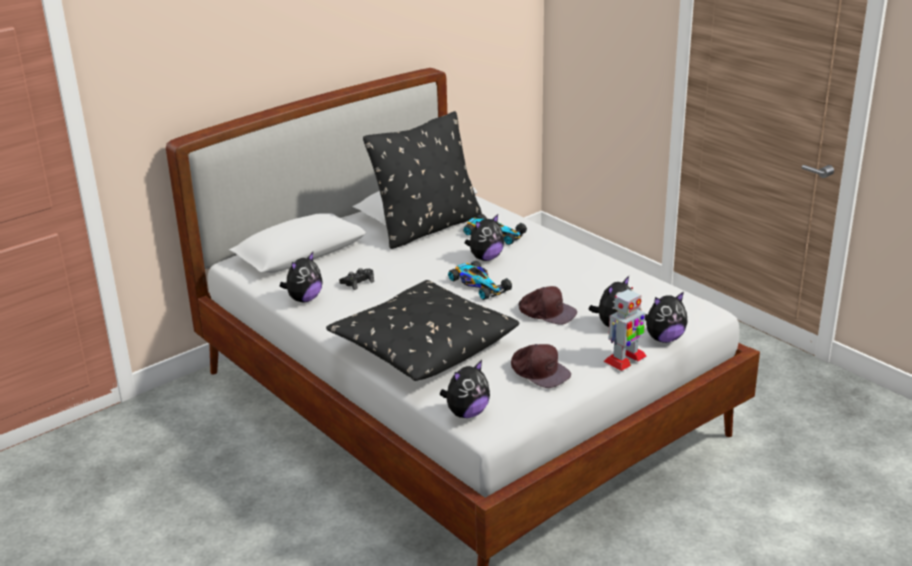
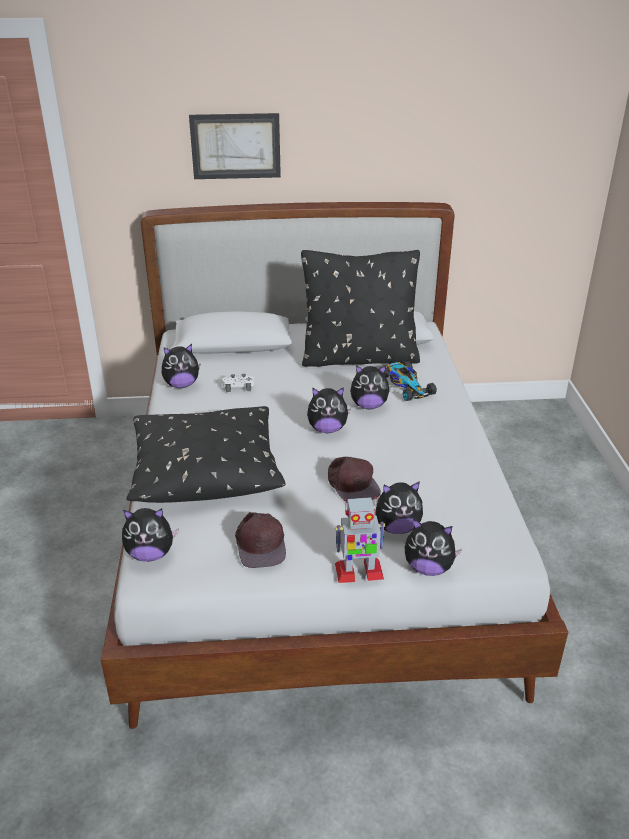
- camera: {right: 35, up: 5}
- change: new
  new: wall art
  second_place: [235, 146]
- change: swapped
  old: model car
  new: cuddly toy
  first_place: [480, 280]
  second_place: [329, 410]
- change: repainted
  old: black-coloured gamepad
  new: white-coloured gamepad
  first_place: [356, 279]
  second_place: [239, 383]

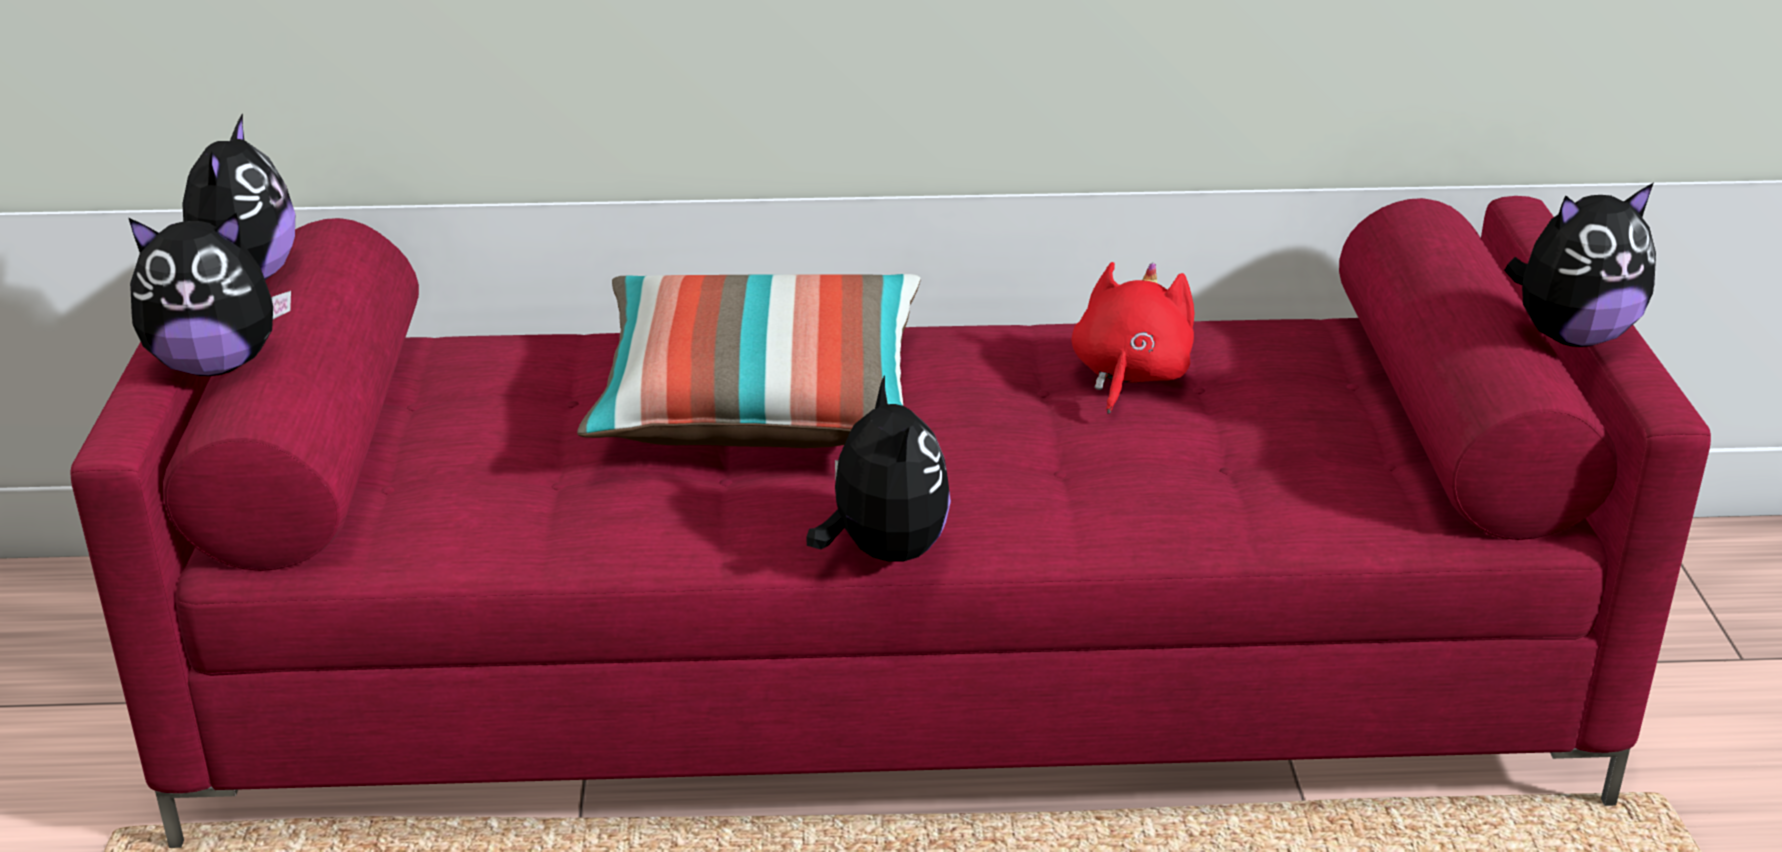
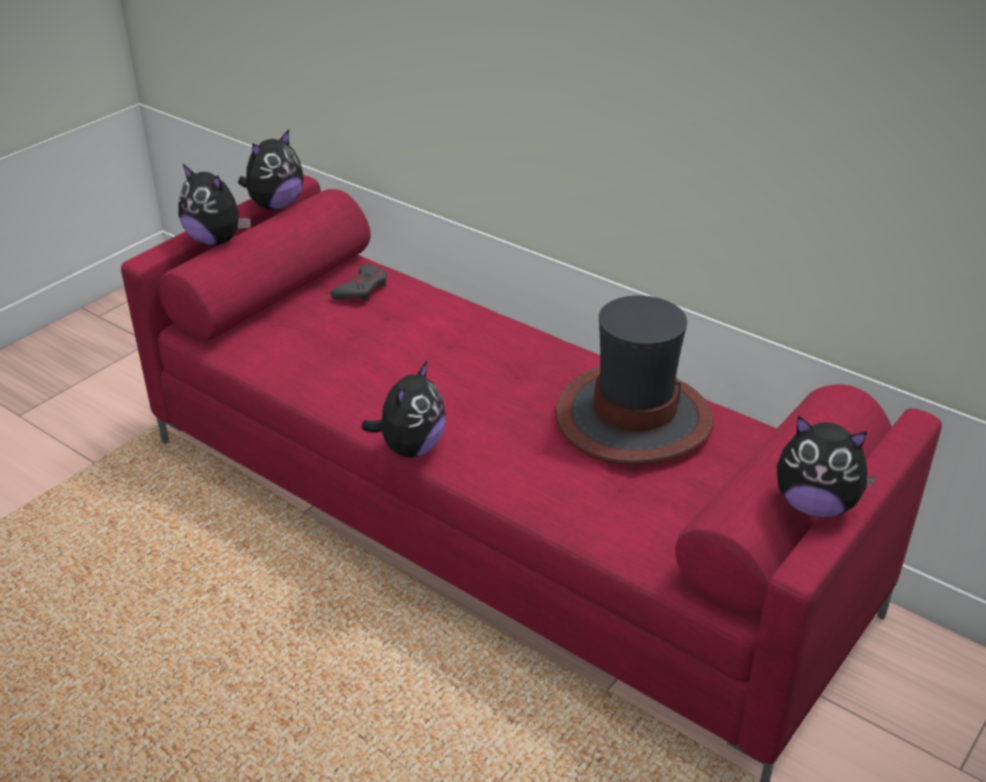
- camera: {right: 40, up: 5}
- change: gone
  old: throw pillow
  first_place: [749, 361]
- change: new
  new: greyish gamepad
  second_place: [358, 283]
- change: swapped
  old: red-coloured cuddly toy
  new: hat
  first_place: [1133, 338]
  second_place: [635, 380]

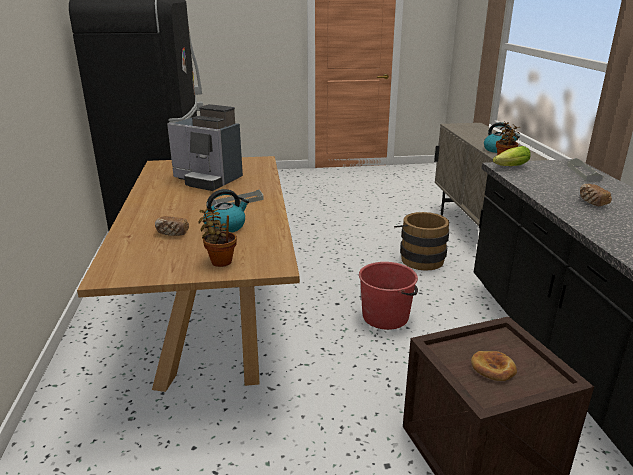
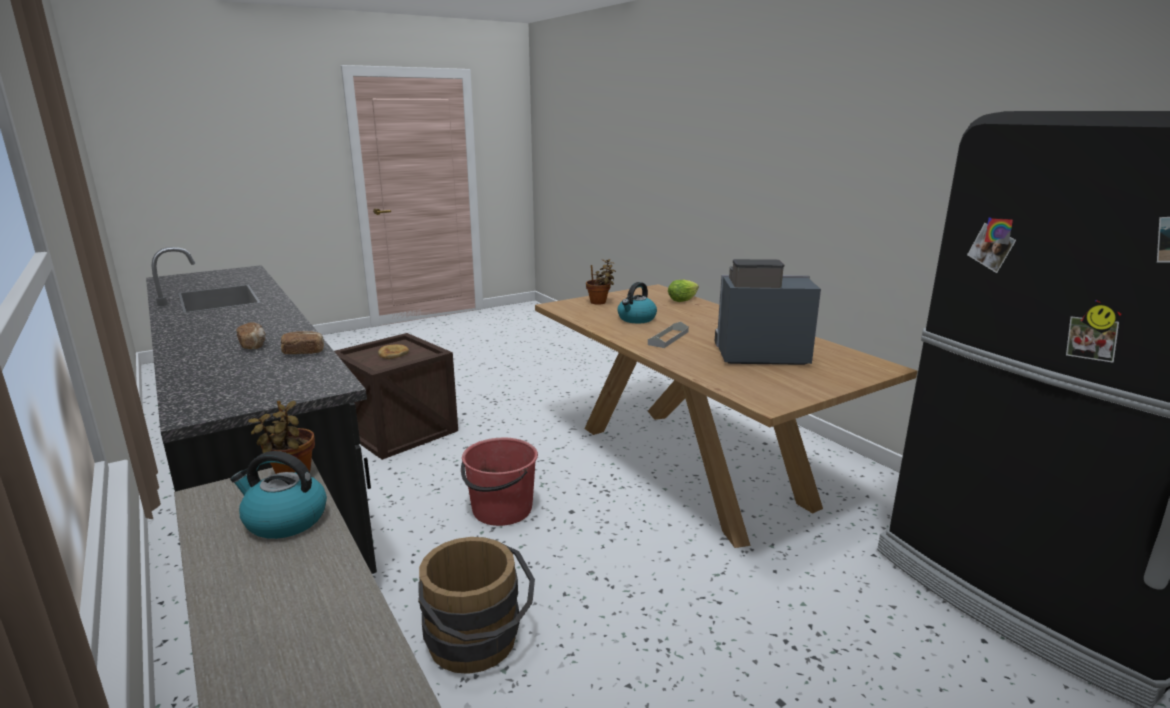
- camera: {right: 155, up: -5}
- change: gone
  old: greyish tray
  first_place: [585, 169]
- change: shifted
  old: baked bread
  first_place: [172, 226]
  second_place: [302, 342]
- change: shifted
  old: lettuce
  first_place: [512, 156]
  second_place: [683, 290]

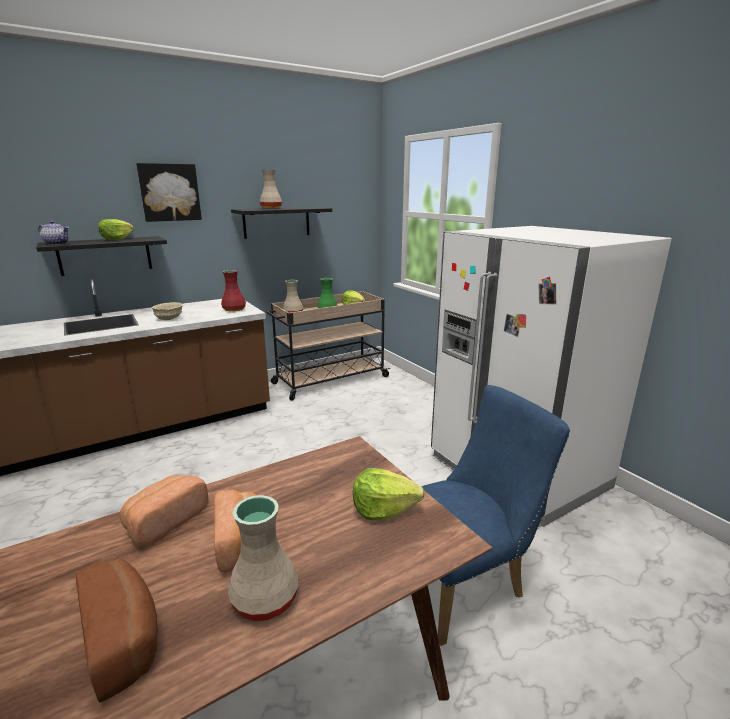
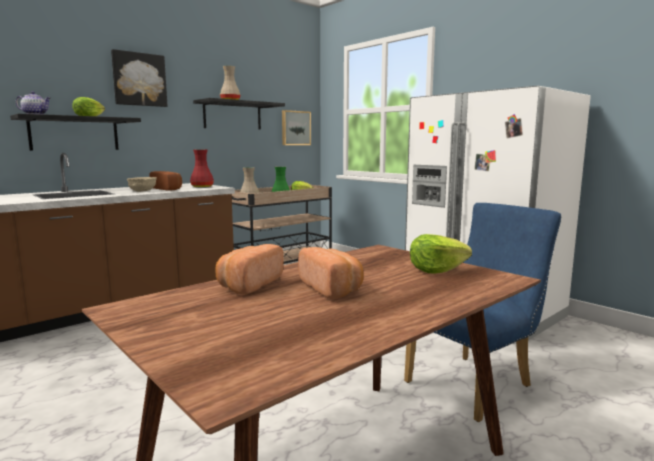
- camera: {right: -10, up: -10}
- change: gone
  old: beige-coloured decorative vase
  first_place: [263, 558]
- change: new
  new: wall art
  second_place: [296, 127]
- change: shifted
  old: baked bread
  first_place: [117, 631]
  second_place: [166, 181]

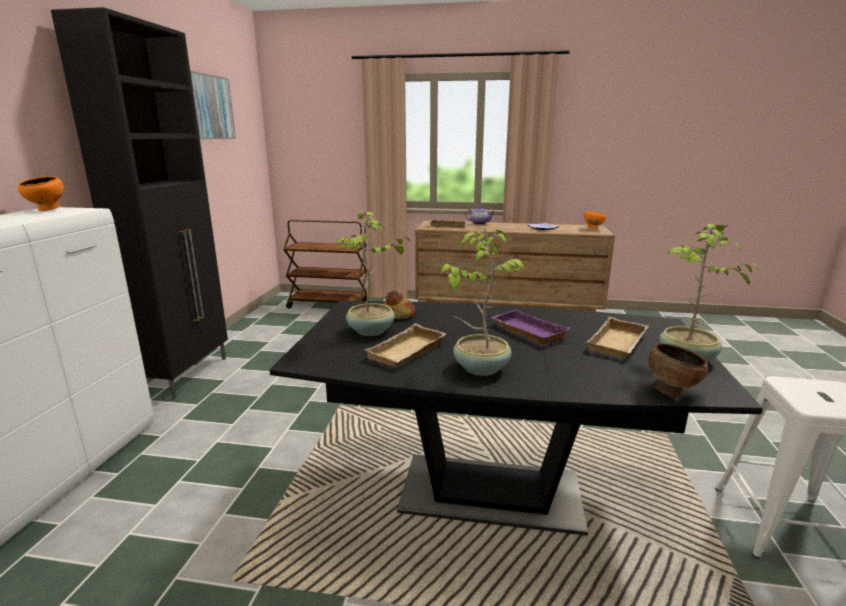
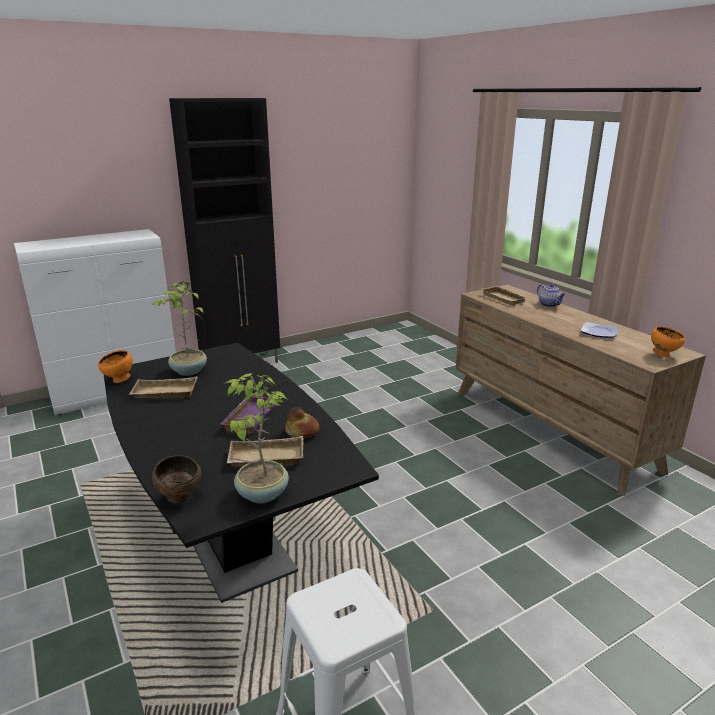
- camera: {right: 50, up: 5}
- change: gone
  old: wall art
  first_place: [213, 105]
- change: gone
  old: brown trolley
  first_place: [325, 264]
- change: gone
  old: plant in a pot
  first_place: [483, 301]
- change: shifted
  old: orange-coloured deep dish
  first_place: [41, 193]
  second_place: [115, 366]
- change: shifted
  old: baked bread
  first_place: [399, 305]
  second_place: [302, 423]

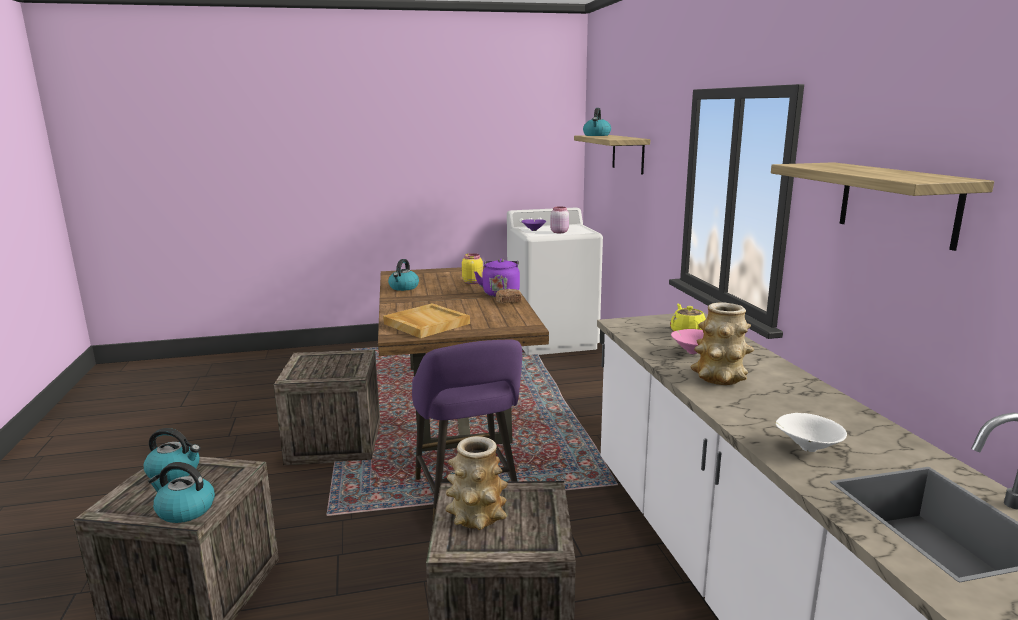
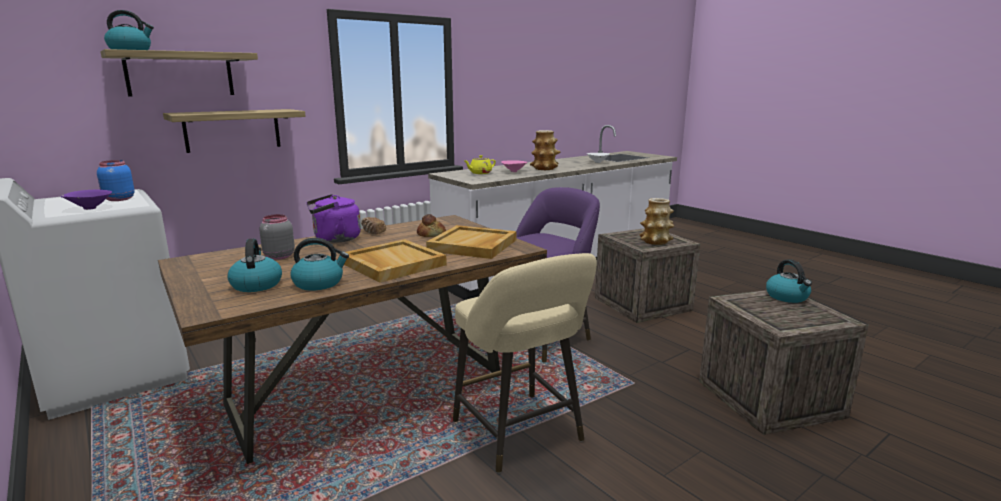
- camera: {right: -115, up: 0}
- change: new
  new: beige-coloured tray
  second_place: [395, 261]
- change: new
  new: baked bread
  second_place: [431, 225]
- change: shifted
  old: kettle
  first_place: [172, 455]
  second_place: [254, 265]
- change: shifted
  old: wall shelf
  first_place: [882, 206]
  second_place: [234, 131]
- change: swapped
  old: shipping crate
  new: beige-coloured sitting stool
  first_place: [327, 407]
  second_place: [525, 363]
- change: repainted
  old: yellow-coloured jar
  new: greyish jar
  first_place: [472, 268]
  second_place: [277, 237]
- change: repainted
  old: pink jar
  new: blue-coloured jar
  first_place: [559, 220]
  second_place: [116, 180]

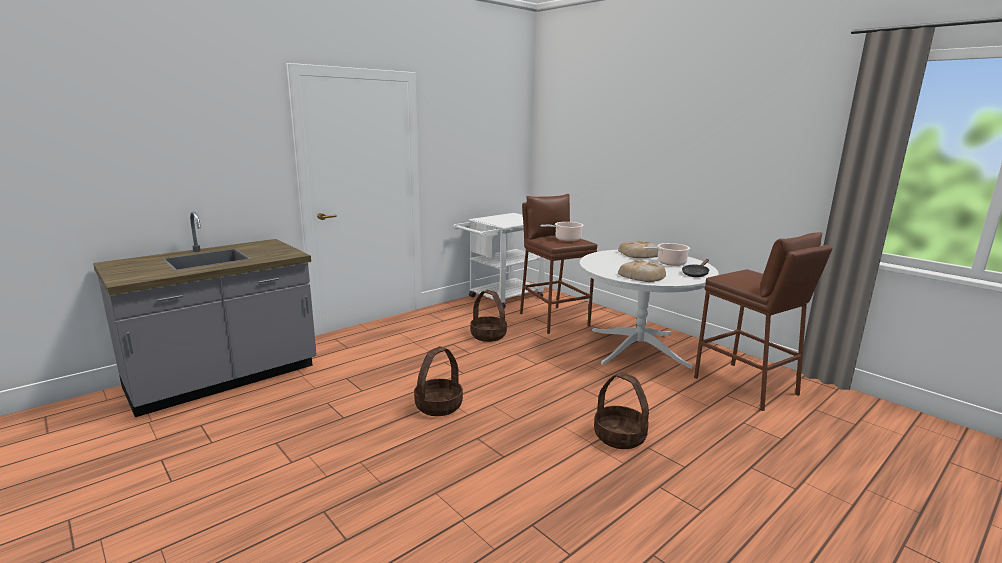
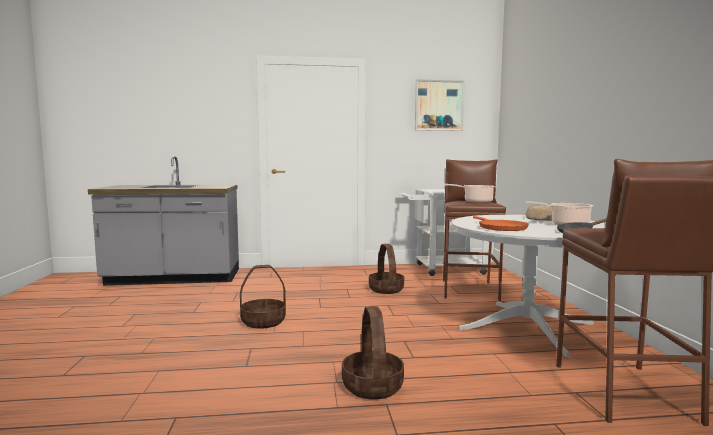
- camera: {right: 35, up: -10}
- change: new
  new: wall art
  second_place: [440, 105]
- change: swapped
  old: baked bread
  new: orange-coloured frying pan
  first_place: [642, 271]
  second_place: [501, 223]

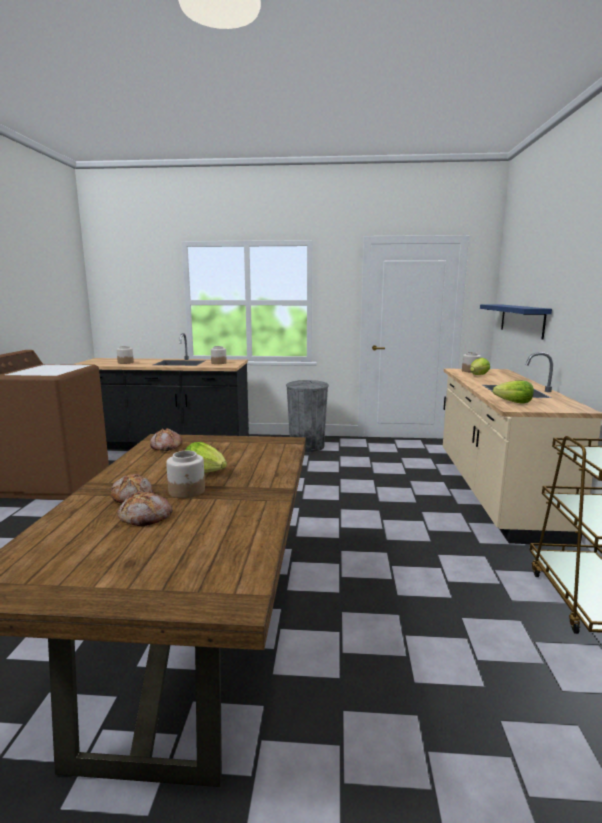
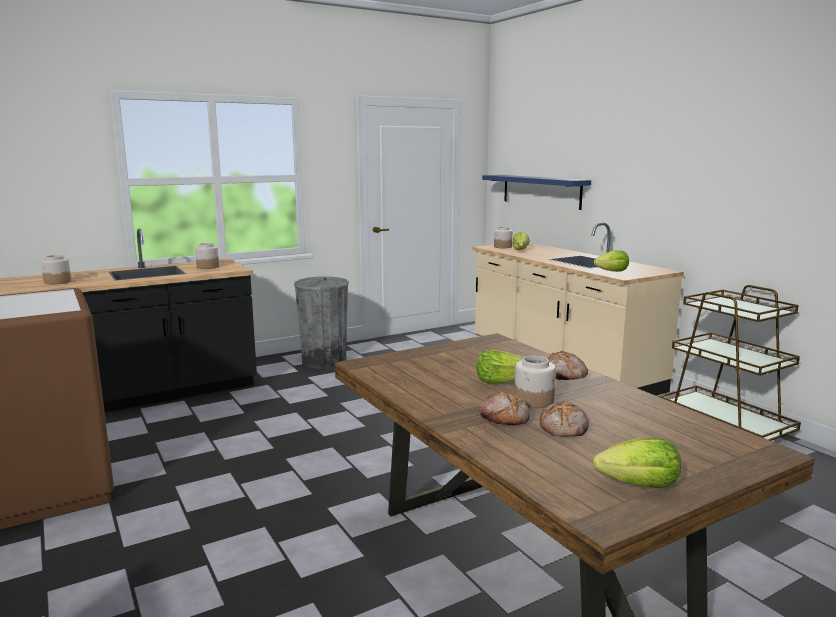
- camera: {right: -35, up: 0}
- change: new
  new: lettuce
  second_place: [637, 462]
- change: shifted
  old: baked bread
  first_place: [166, 439]
  second_place: [567, 365]

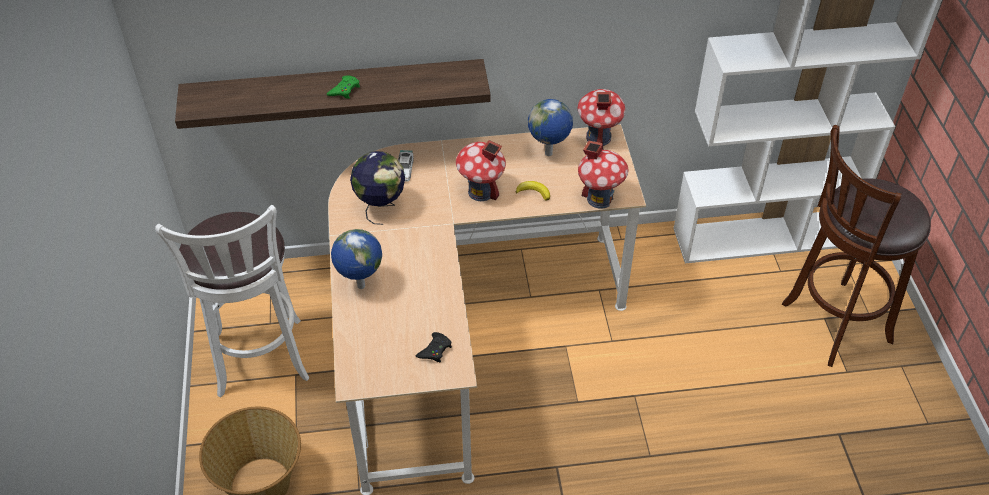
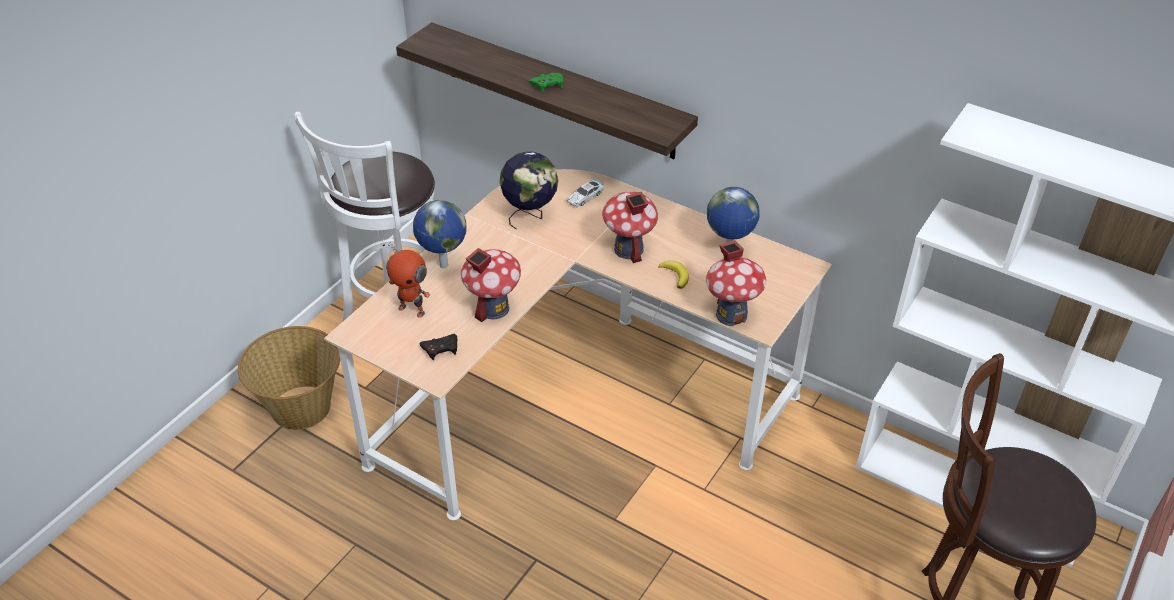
- camera: {right: 40, up: -5}
- change: new
  new: toy robot
  second_place: [408, 279]
- change: shifted
  old: toy house
  first_place: [601, 119]
  second_place: [491, 285]

